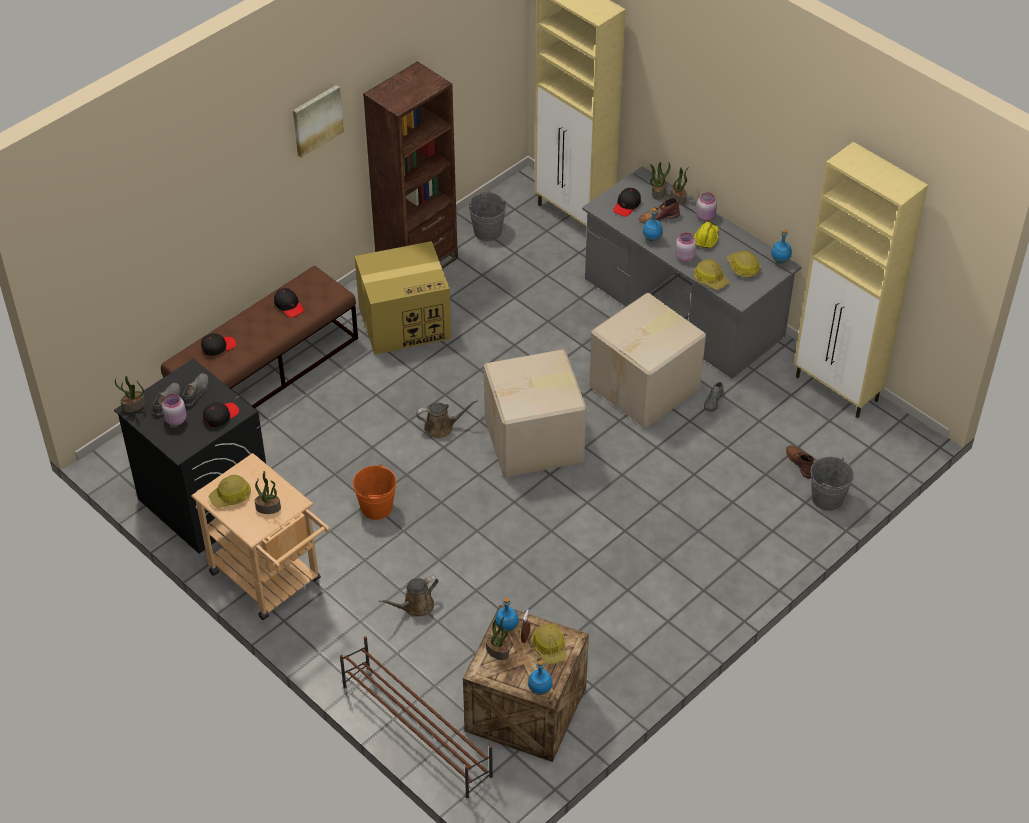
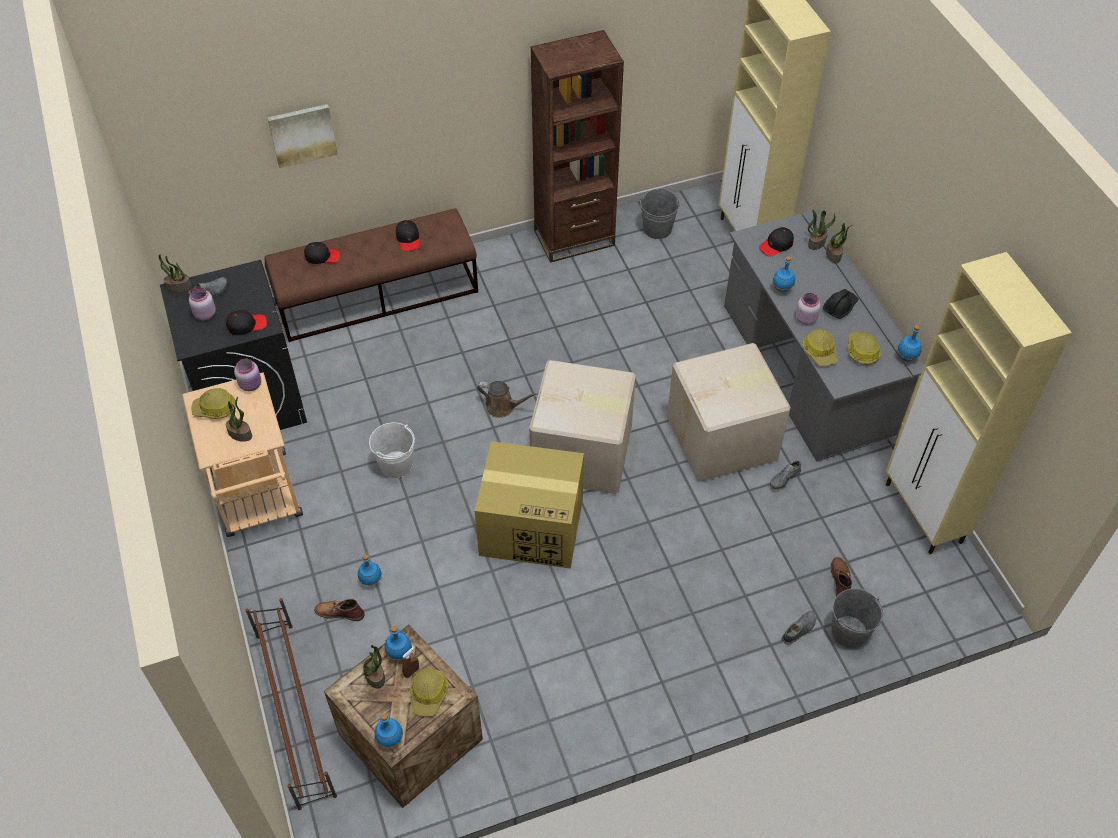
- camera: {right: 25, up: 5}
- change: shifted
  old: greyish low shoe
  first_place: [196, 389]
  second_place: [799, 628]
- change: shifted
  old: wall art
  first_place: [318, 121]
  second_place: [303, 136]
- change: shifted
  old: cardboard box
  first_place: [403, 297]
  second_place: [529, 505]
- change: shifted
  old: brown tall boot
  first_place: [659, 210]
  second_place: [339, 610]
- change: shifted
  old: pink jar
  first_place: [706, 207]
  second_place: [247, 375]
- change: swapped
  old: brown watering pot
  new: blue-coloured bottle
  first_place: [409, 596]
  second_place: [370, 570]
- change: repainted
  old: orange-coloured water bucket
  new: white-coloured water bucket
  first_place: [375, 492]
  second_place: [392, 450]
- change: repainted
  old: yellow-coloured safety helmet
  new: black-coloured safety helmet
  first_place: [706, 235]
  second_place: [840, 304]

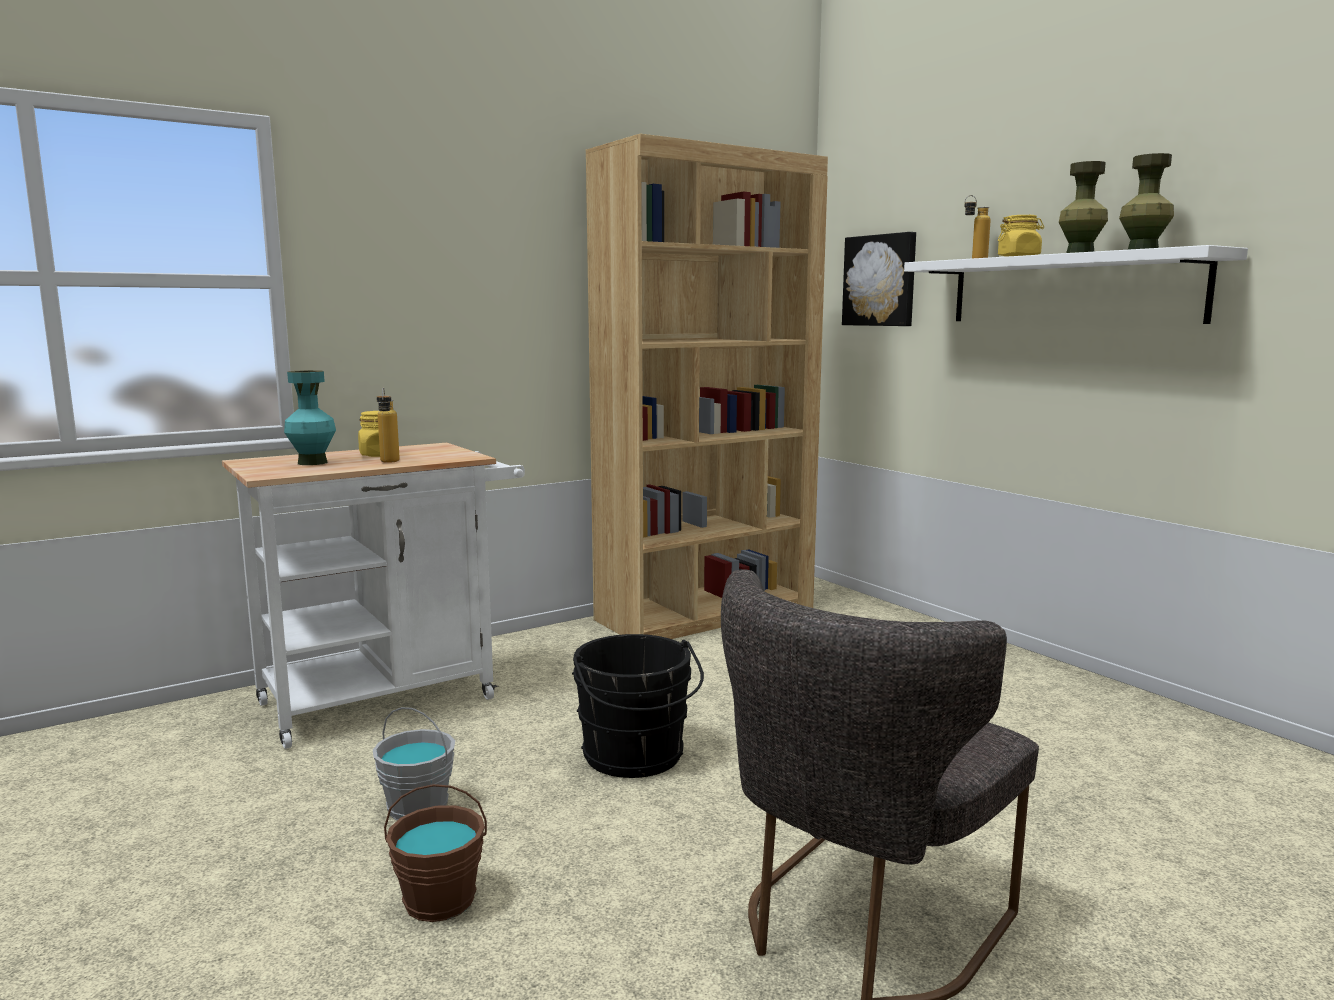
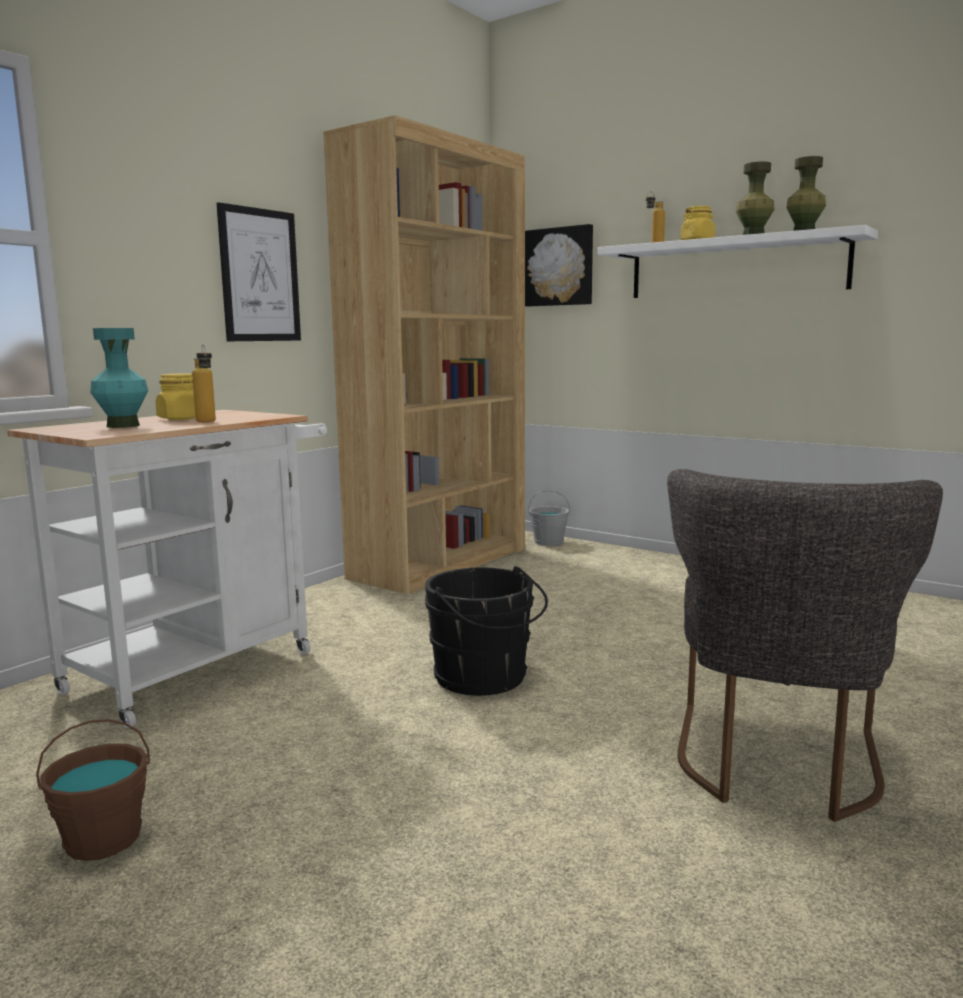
- camera: {right: -20, up: 0}
- change: new
  new: wall art
  second_place: [259, 271]
- change: shifted
  old: greyish water bucket
  first_place: [414, 763]
  second_place: [549, 518]
- change: shifted
  old: brown water bucket
  first_place: [435, 853]
  second_place: [93, 790]

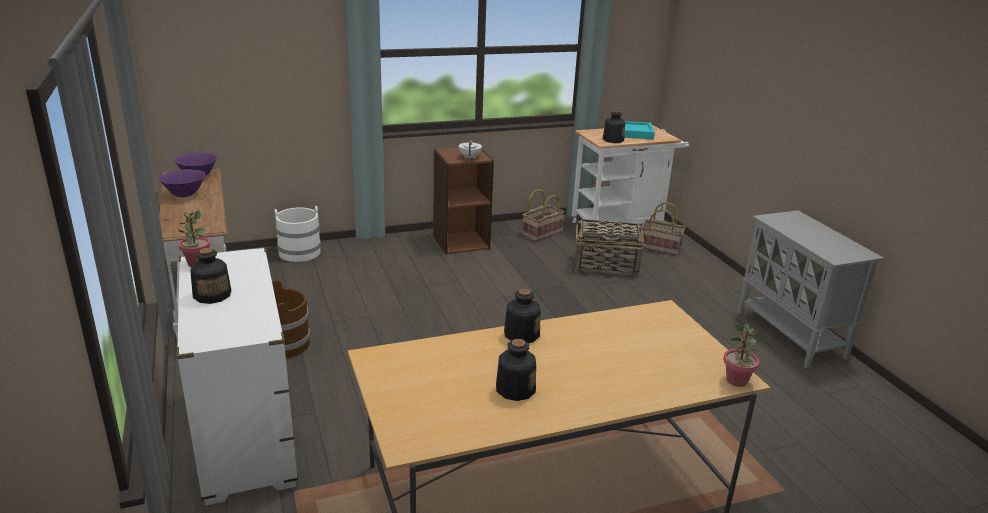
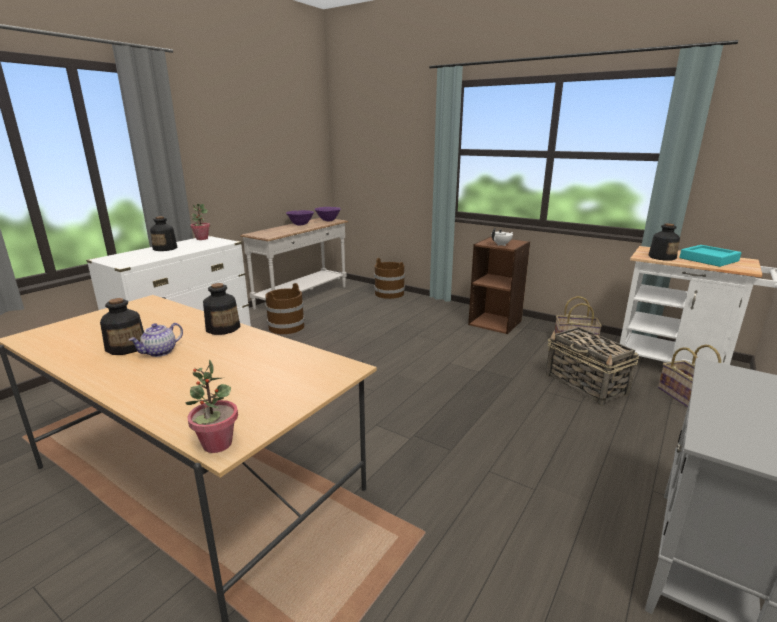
- camera: {right: 55, up: -5}
- change: new
  new: pot for tea
  second_place: [156, 340]
- change: repainted
  old: white-coloured water bucket
  new: brown water bucket
  first_place: [298, 234]
  second_place: [389, 278]

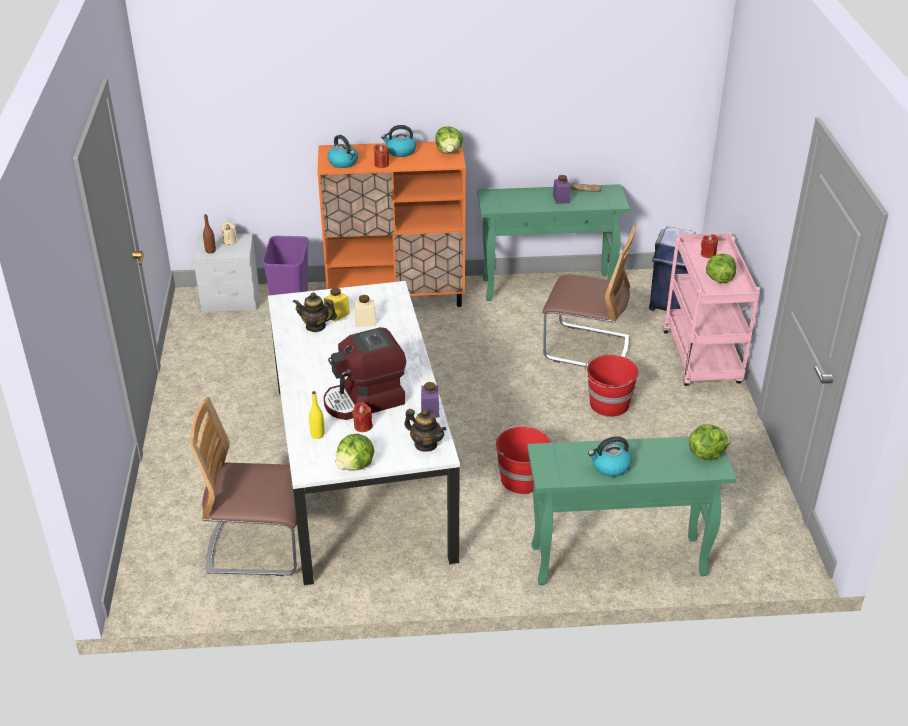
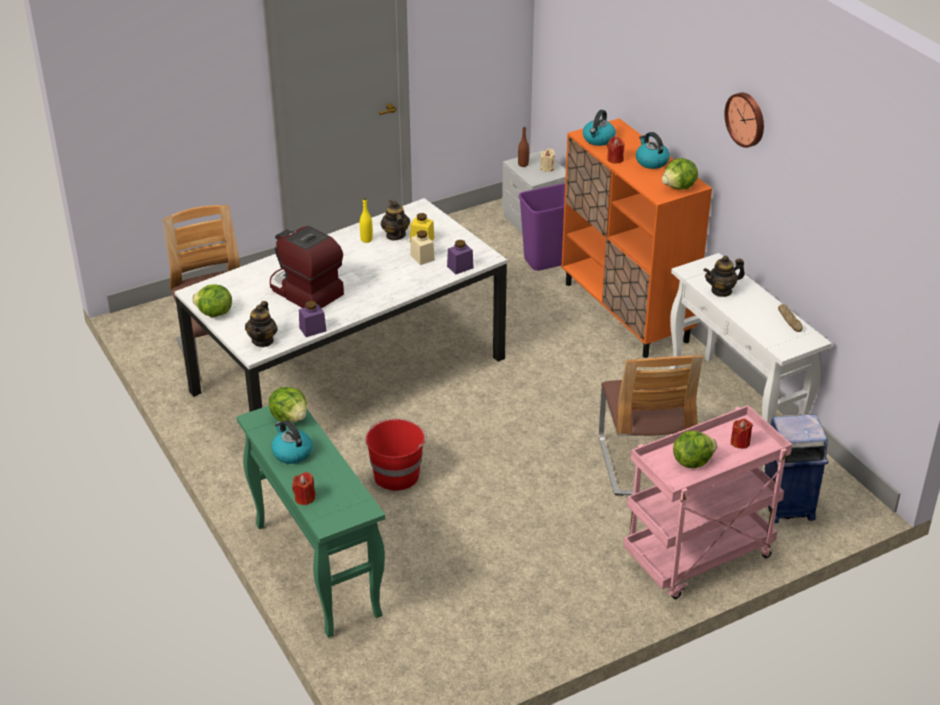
- camera: {right: 65, up: 0}
- change: gone
  old: red-coloured water bucket
  first_place: [612, 386]
- change: new
  new: pot for tea
  second_place: [724, 276]
- change: new
  new: clock on the wall
  second_place: [744, 120]
- change: shifted
  old: yellow-coloured bottle
  first_place: [316, 415]
  second_place: [366, 220]
- change: shifted
  old: red-coloured wax light
  first_place: [362, 417]
  second_place: [303, 488]
- change: shifted
  old: purple jar
  first_place: [561, 189]
  second_place: [460, 257]
- change: shifted
  old: lettuce
  first_place: [710, 442]
  second_place: [288, 405]
- change: repainted
  old: greenish console table
  new: white-coloured console table
  first_place: [553, 242]
  second_place: [750, 338]

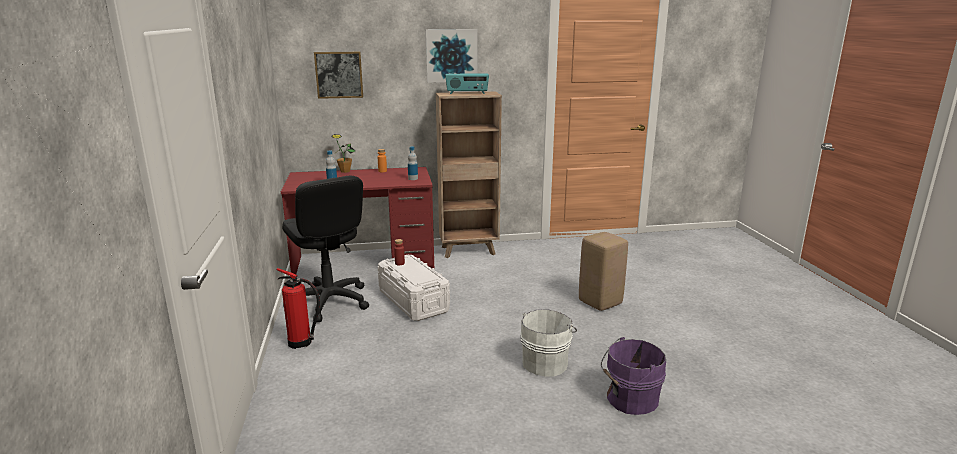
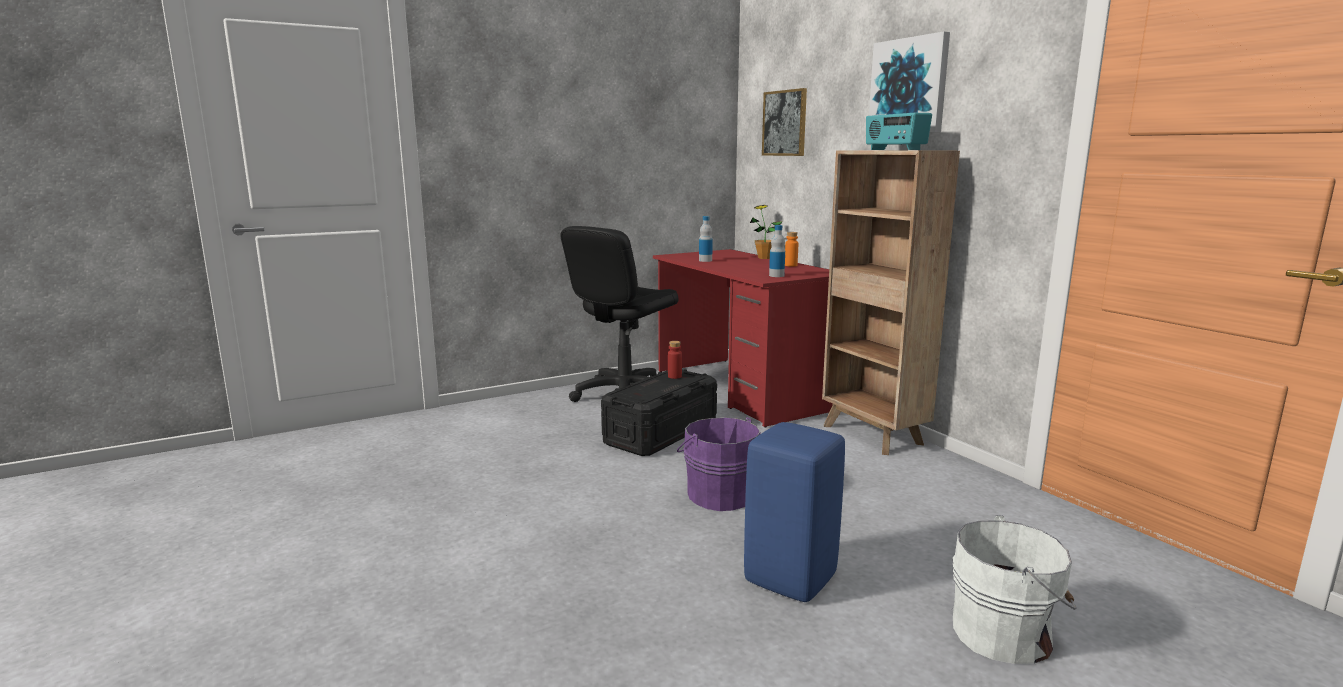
- camera: {right: 70, up: -5}
- change: gone
  old: extinguisher
  first_place: [298, 308]
- change: shifted
  old: white-coloured water bucket
  first_place: [548, 342]
  second_place: [1015, 589]
- change: shifted
  old: purple water bucket
  first_place: [633, 376]
  second_place: [719, 464]
- change: repainted
  old: white-coloured storage box
  new: black-coloured storage box
  first_place: [414, 288]
  second_place: [659, 412]
- change: repainted
  old: beige-coloured sitting stool
  new: blue-coloured sitting stool
  first_place: [603, 271]
  second_place: [794, 512]

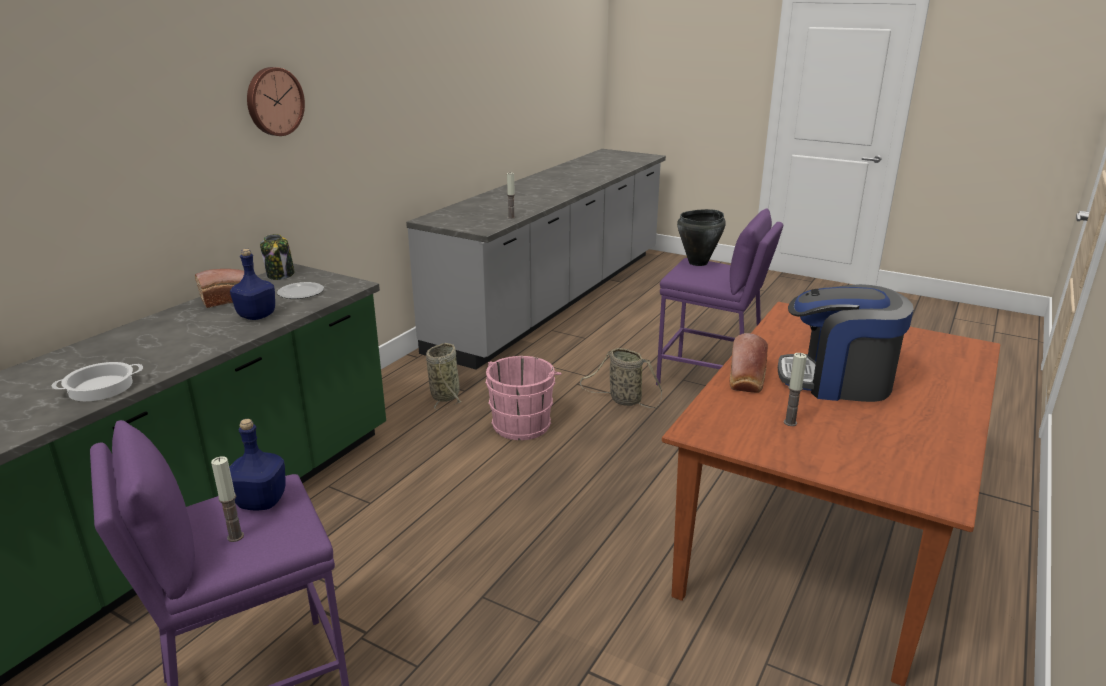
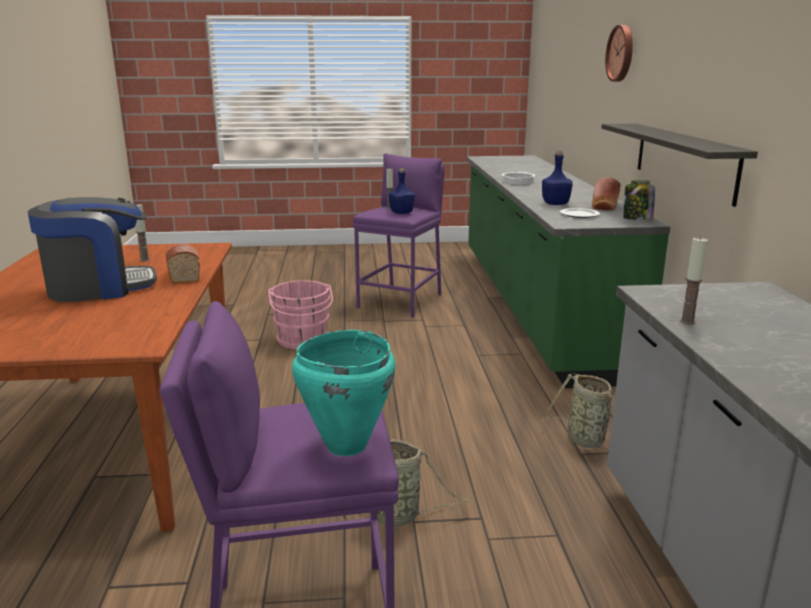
- camera: {right: 145, up: -5}
- change: new
  new: wall shelf
  second_place: [679, 165]
- change: shifted
  old: clock on the wall
  first_place: [276, 101]
  second_place: [619, 53]
- change: shifted
  old: pink water bucket
  first_place: [523, 398]
  second_place: [300, 314]
- change: repainted
  old: black-coloured cooking pot
  new: turquoise cooking pot
  first_place: [701, 237]
  second_place: [344, 393]

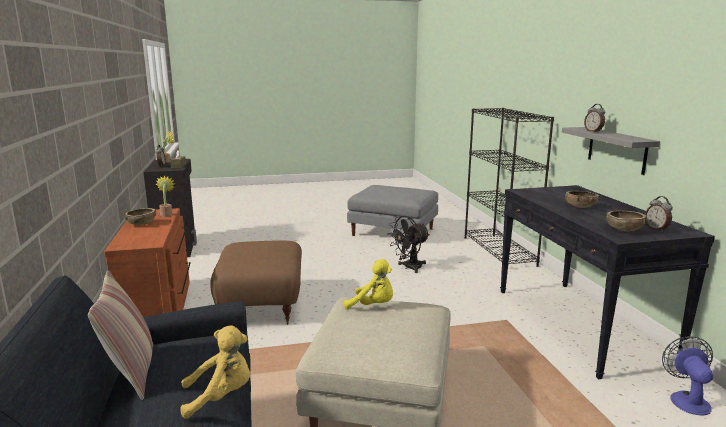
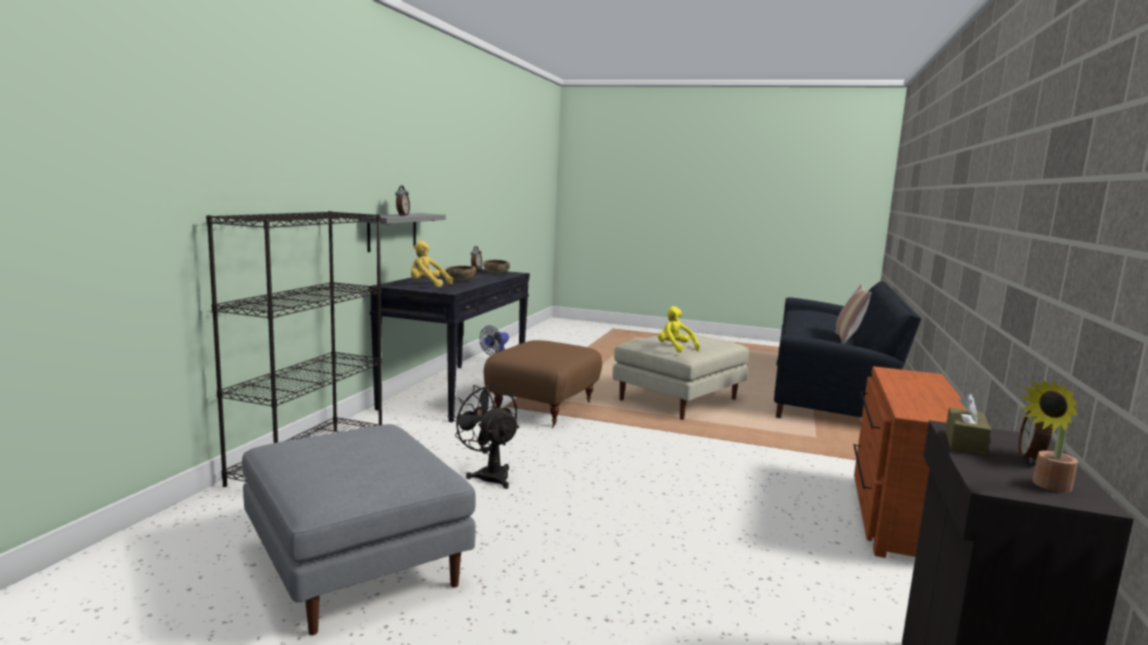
- camera: {right: -150, up: -5}
- change: gone
  old: brown deep dish
  first_place: [140, 216]
- change: gone
  old: plant in a pot
  first_place: [165, 196]
- change: shifted
  old: yellow-coloured cuddly toy
  first_place: [215, 372]
  second_place: [432, 264]
- change: shifted
  old: brown pouffe
  first_place: [256, 282]
  second_place: [543, 384]
- change: rotated
  old: black-coloured cooling fan
  first_place: [408, 244]
  second_place: [484, 436]
  degrees: -120

